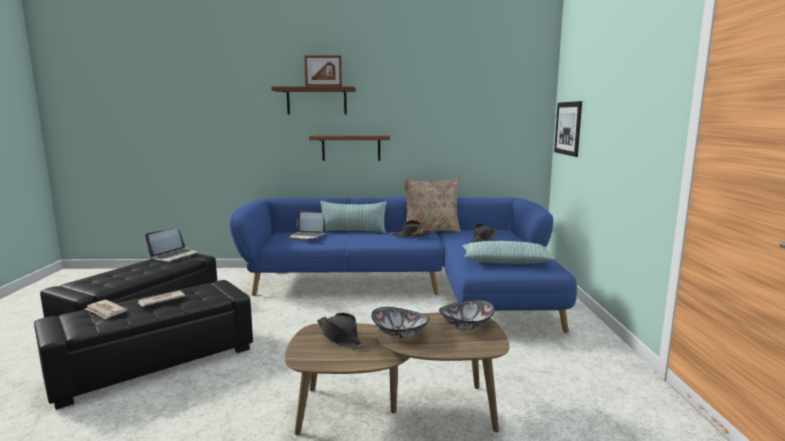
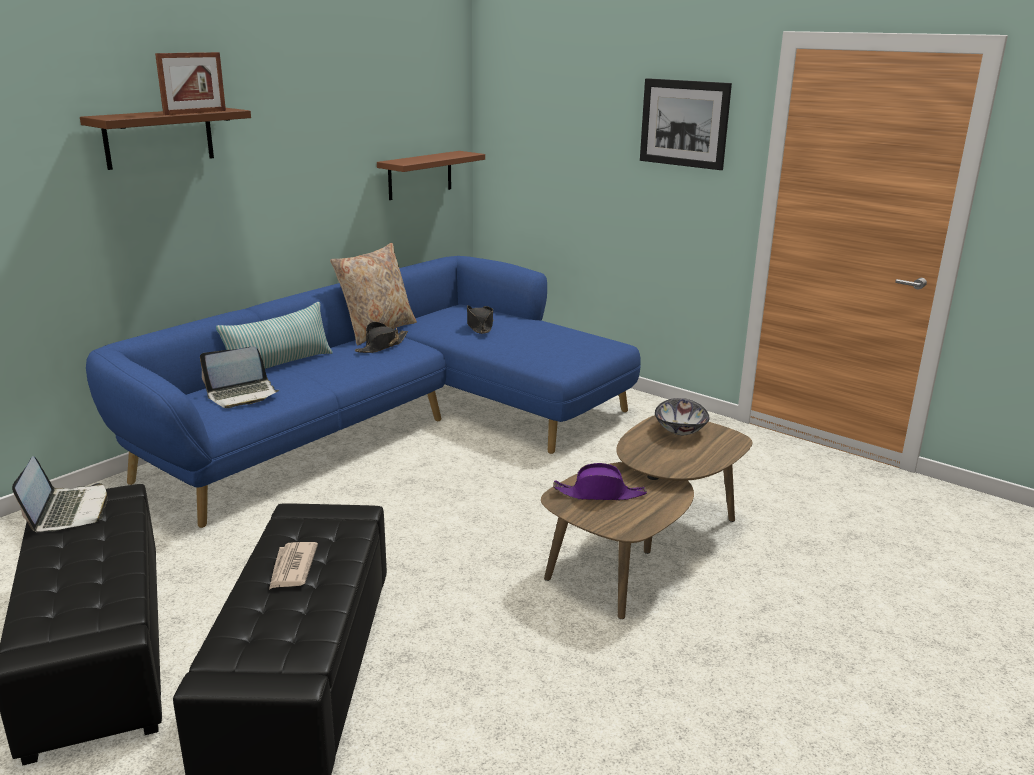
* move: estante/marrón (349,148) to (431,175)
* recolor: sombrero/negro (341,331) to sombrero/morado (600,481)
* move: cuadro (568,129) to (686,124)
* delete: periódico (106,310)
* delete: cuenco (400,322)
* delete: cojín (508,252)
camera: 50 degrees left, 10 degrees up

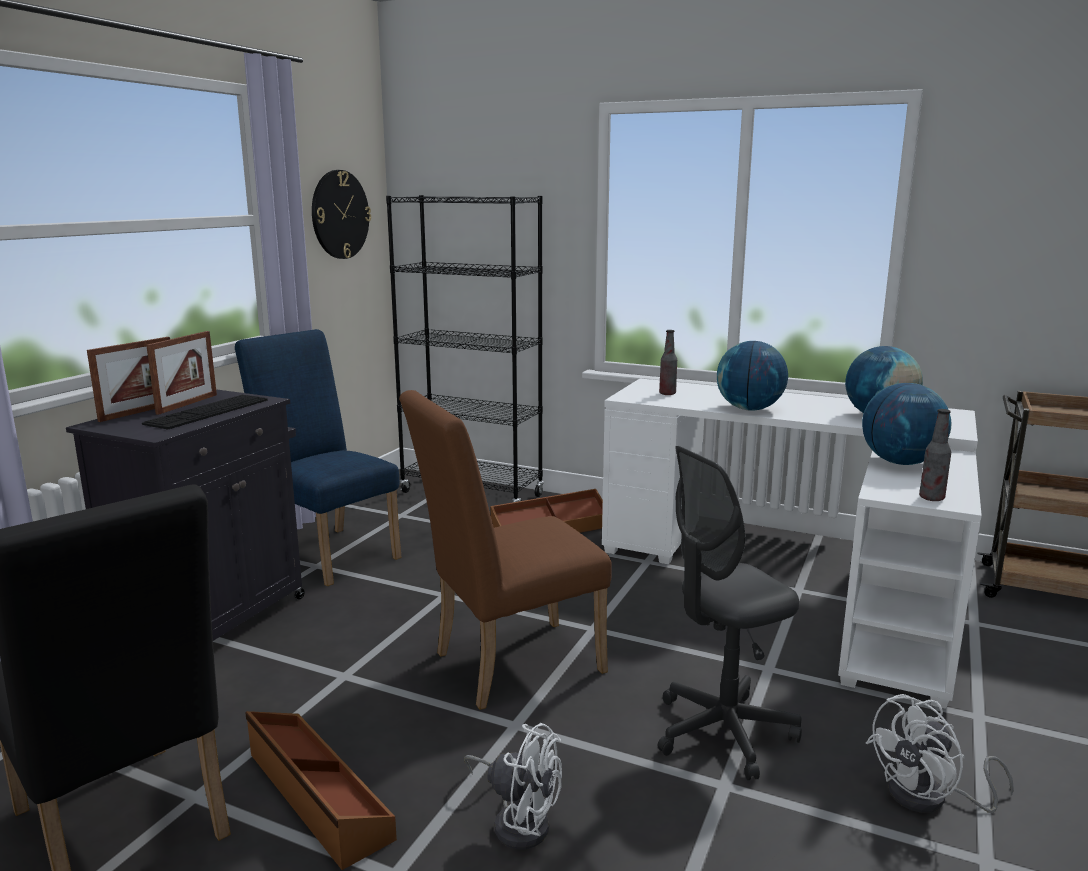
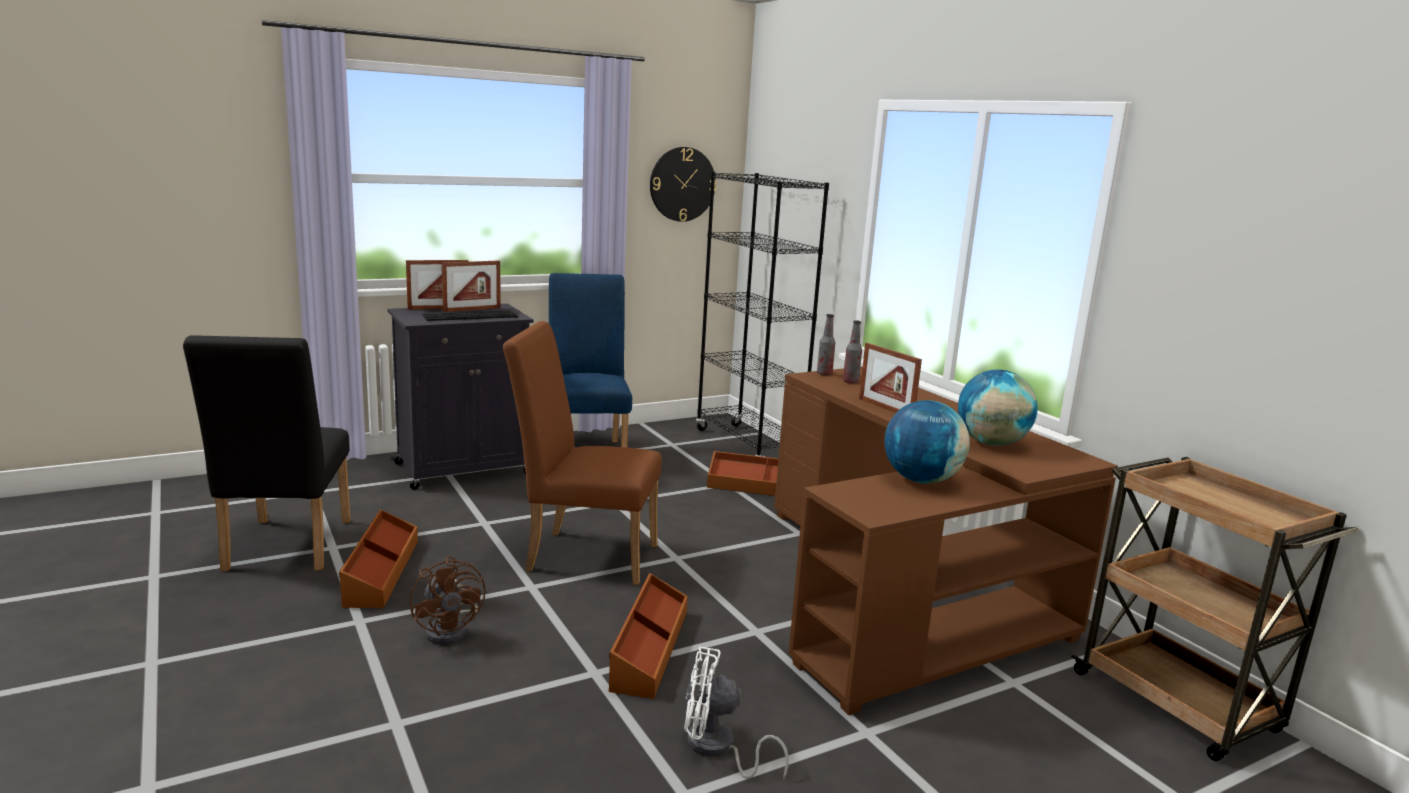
* recolor: ventilador/blanco (513,786) to ventilador/marrón (448,600)
* replace: silla de oficina/gris (730,613) to caja de almacenaje/marrón (648,636)
* recolor: escritorio/blanco (792,543) to escritorio/marrón (946,541)
* move: botella (935,455) to (826,344)
* replace: globo terráqueo (752,376) to portarretratos (890,378)
camera: 35 degrees right, 0 degrees up

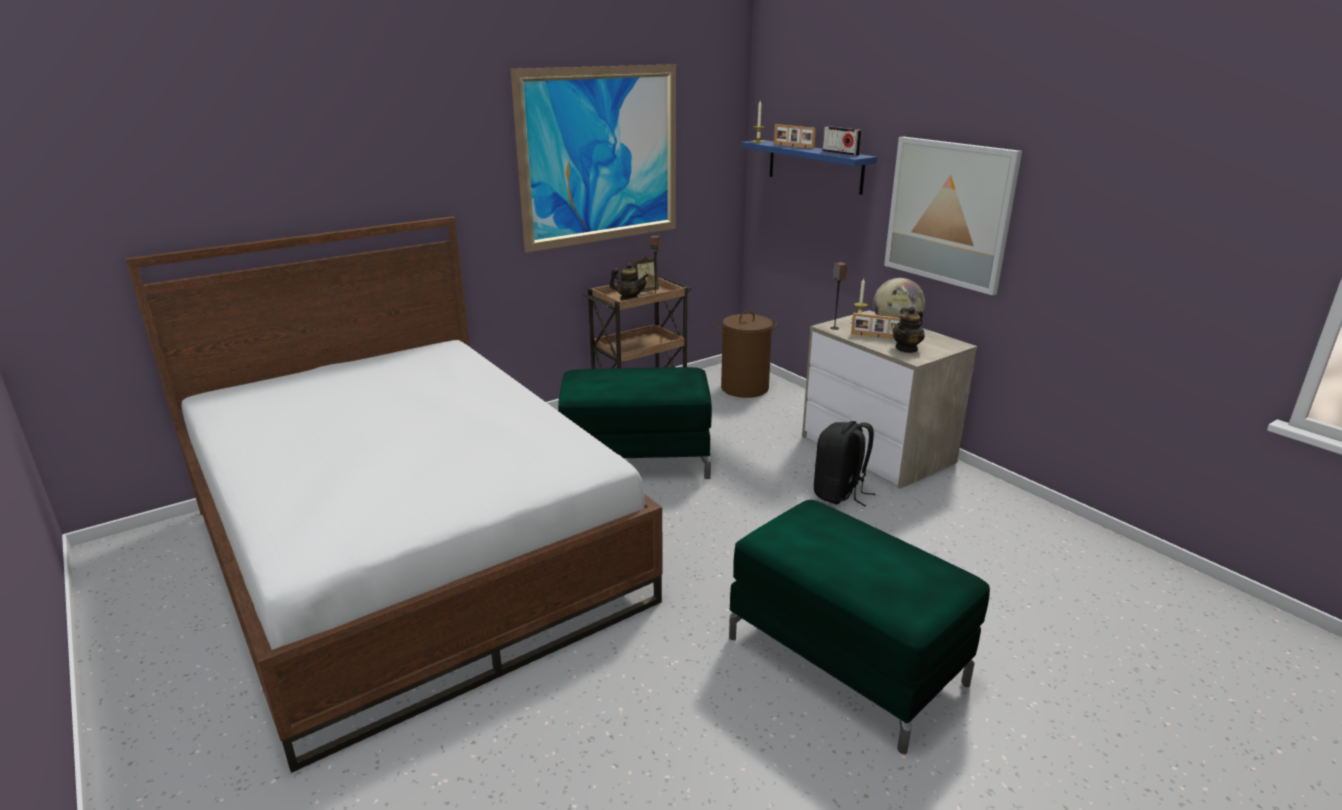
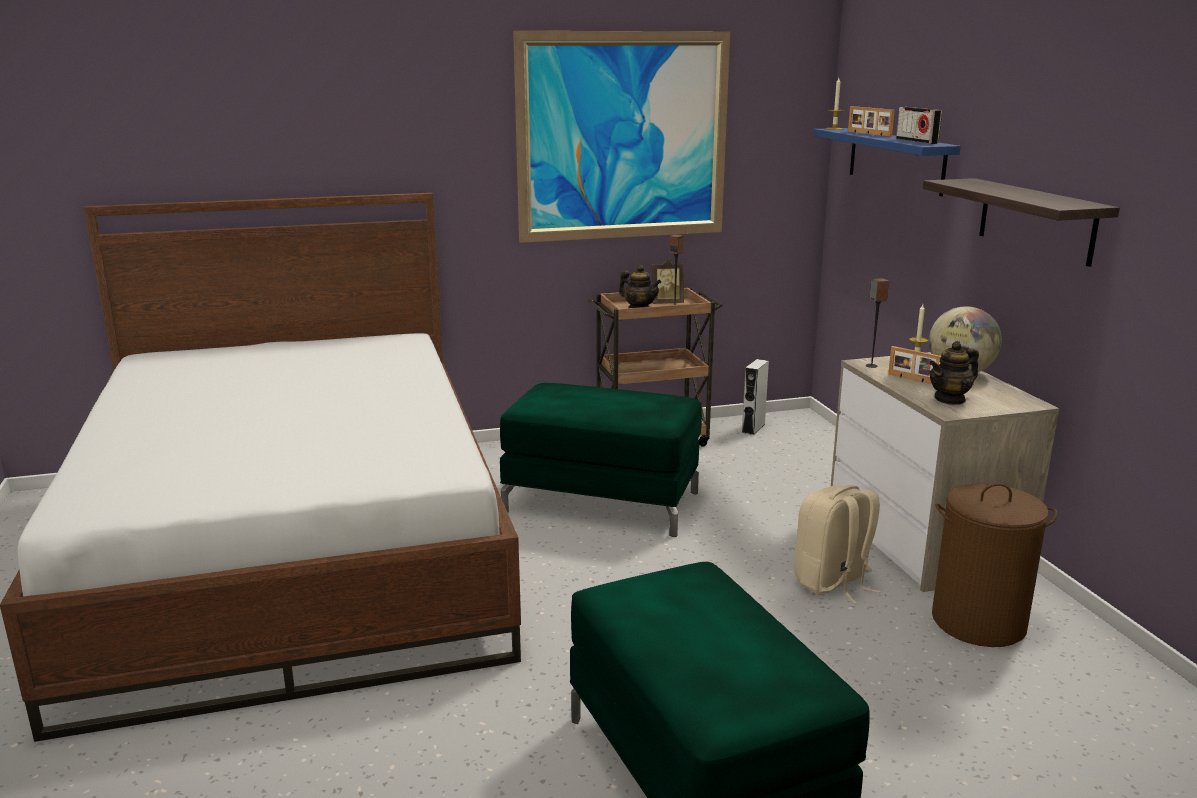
* insert: altavoz/gris (755,397)
* recolor: mochila/negro (845,464) to mochila/beis (837,544)
* replace: cuadro (953,216) to estante (1021,222)
* move: cesto de la ropa/marrón (747,354) to (994,565)
camera: 20 degrees right, 5 degrees down

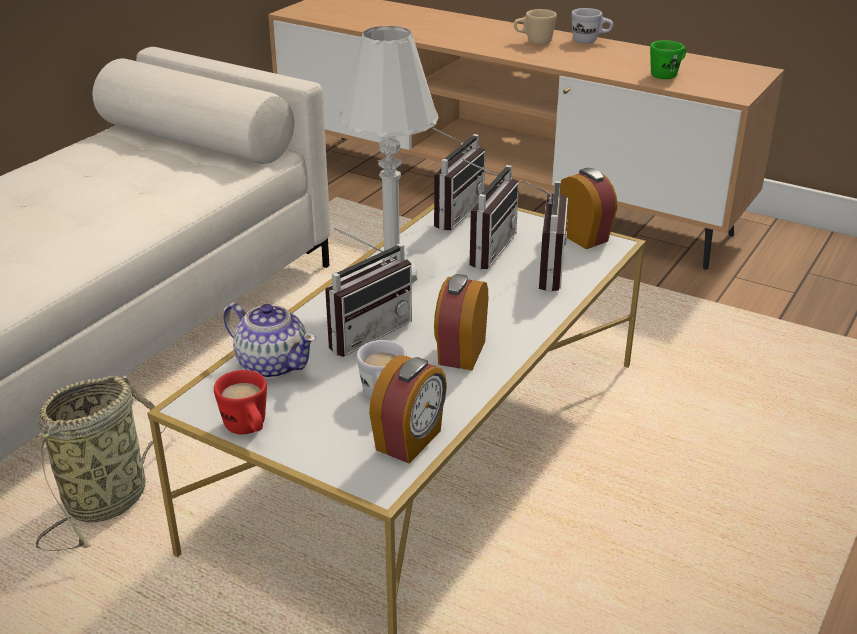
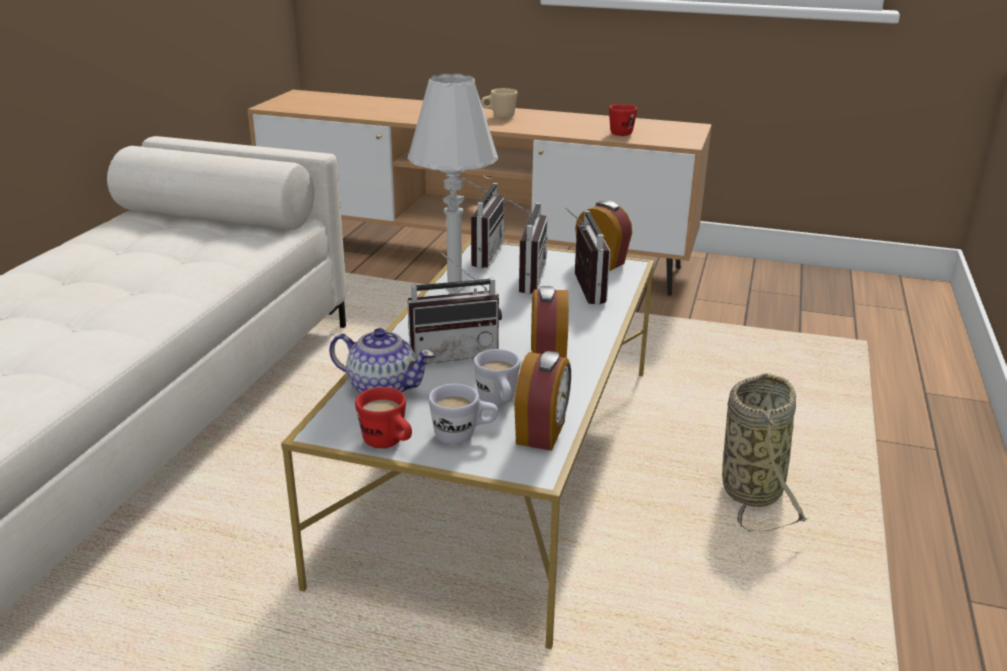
* rotate: radio (368,292) = (454,306) 45 degrees clockwise
* move: taza grande/blanco (592,26) to (463,414)
* recolor: taza grande/verde (668,59) to taza grande/rojo (623,120)
* move: cesta (101,463) to (765,452)
camera: 15 degrees left, 5 degrees down

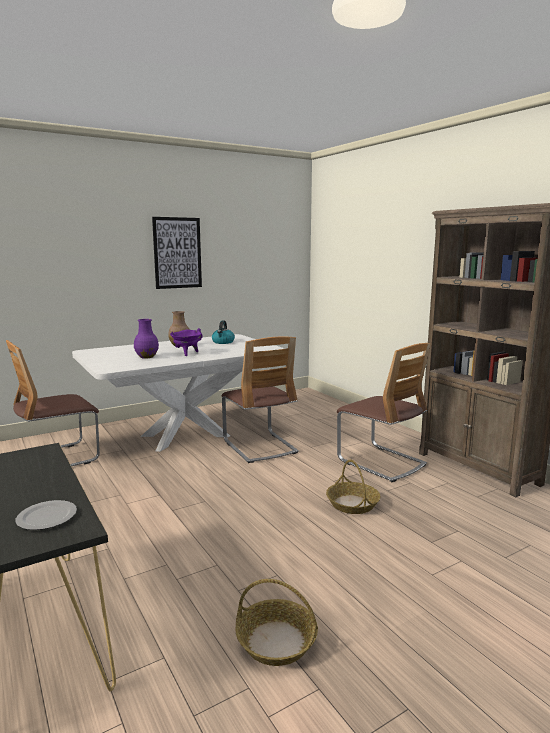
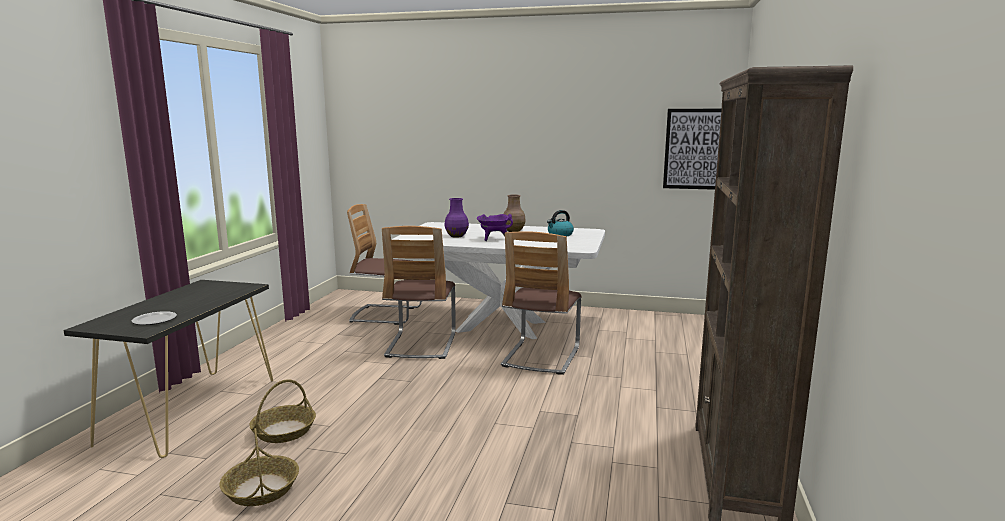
* move: cesta (353,487) to (282,411)
* move: silla (384,412) to (419,292)
* move: cuadro (177,253) to (692,149)
camera: 45 degrees right, 0 degrees up

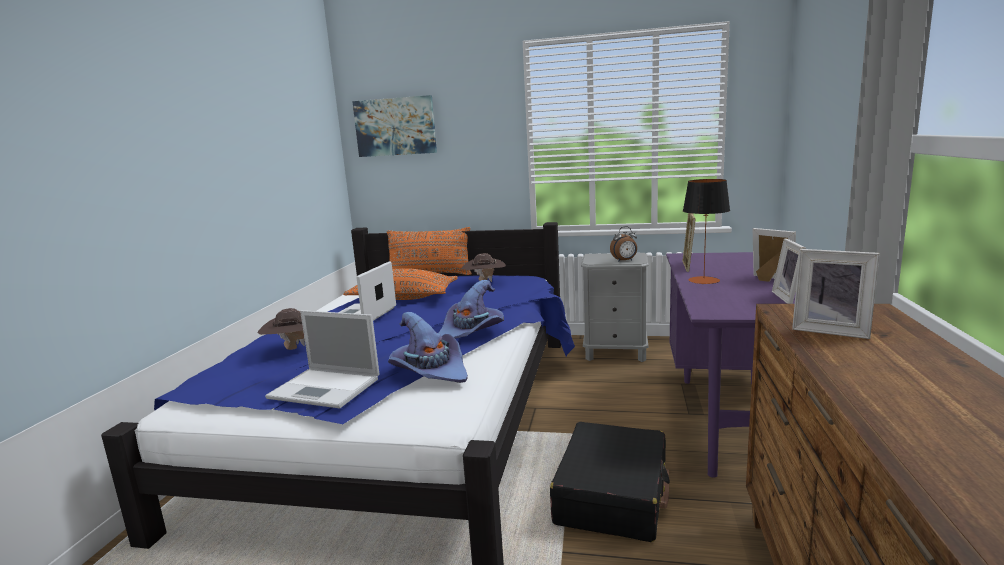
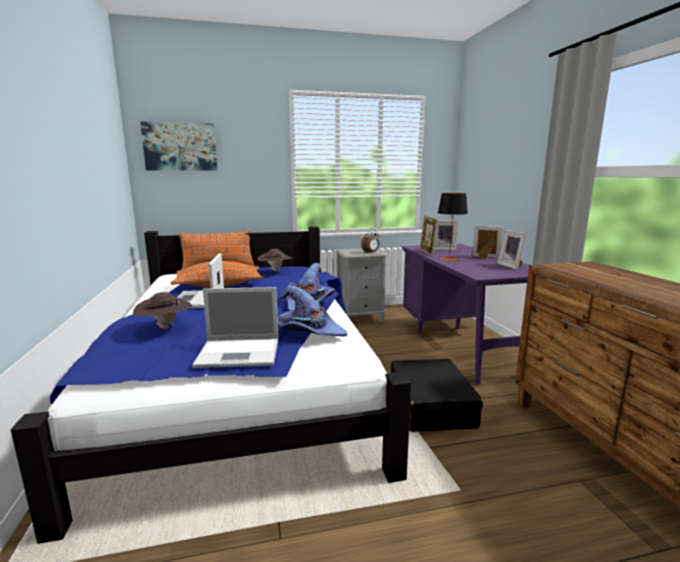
* move: portarretratos (836,294) to (446,235)
camera: 25 degrees left, 0 degrees up

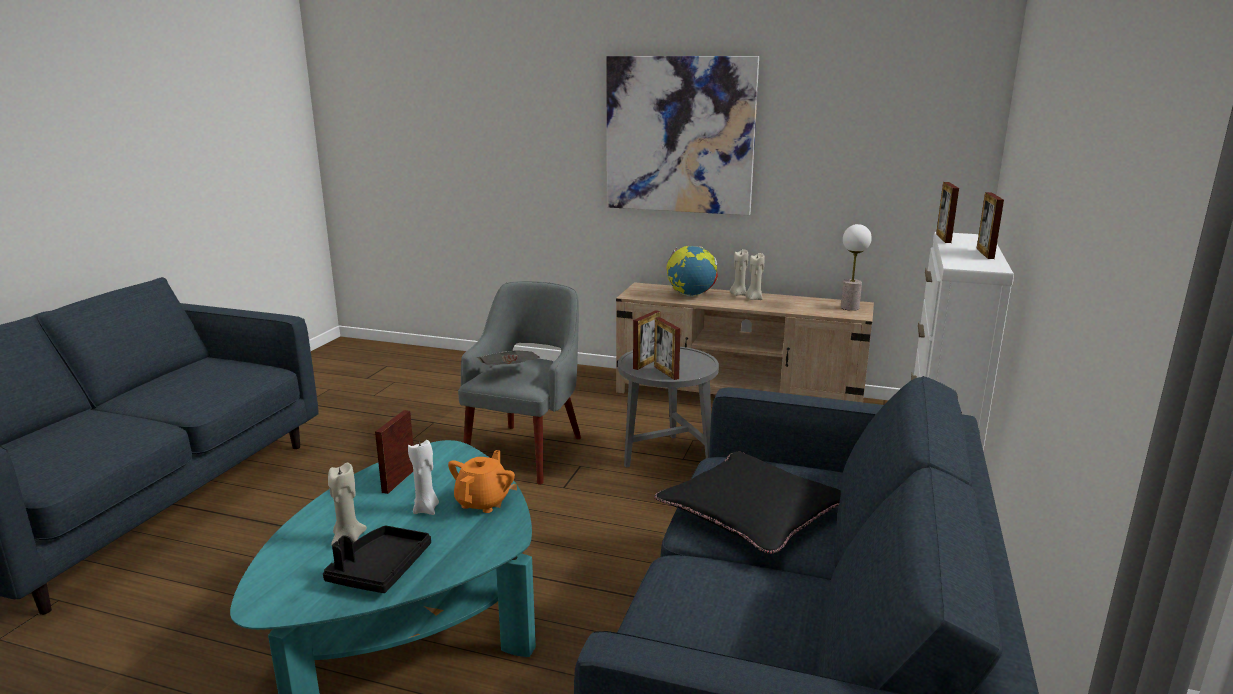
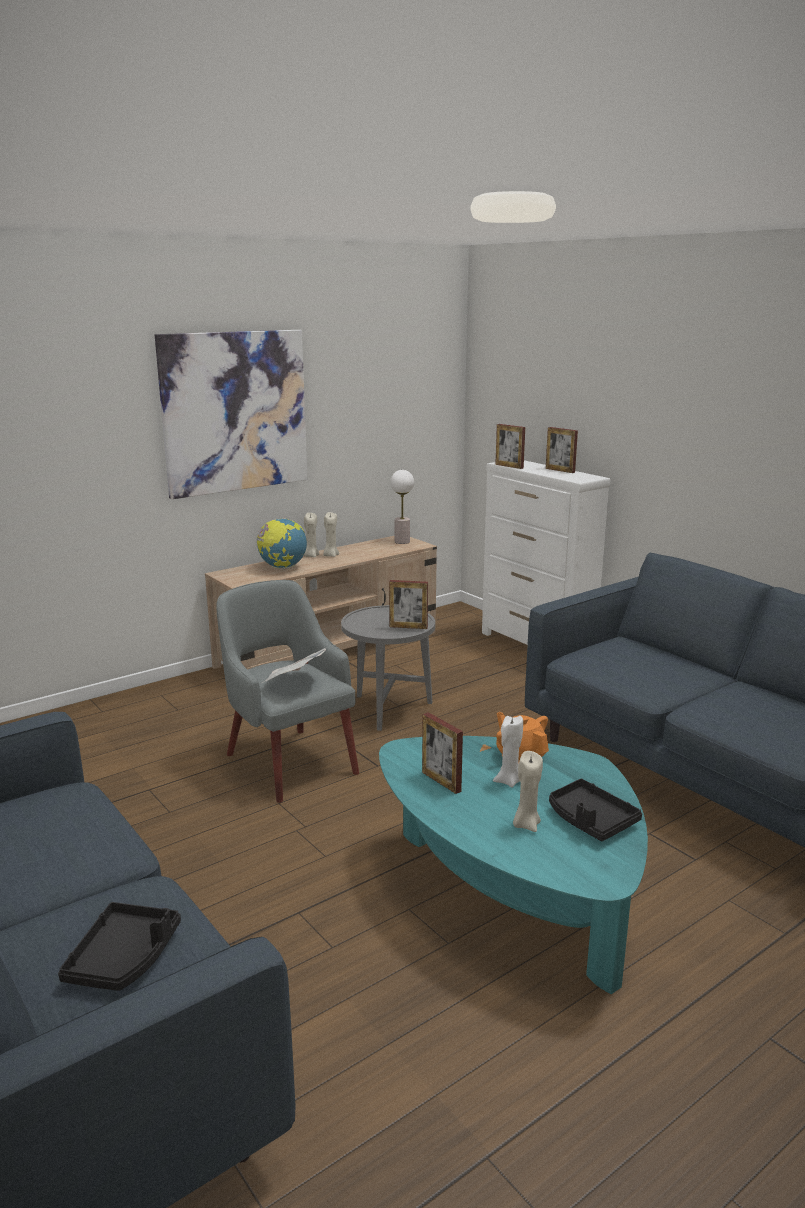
* insert: bandeja/negro (119,946)
* delete: portarretratos (647,340)
* delete: cojín/negro (747,503)
camera: 55 degrees left, 0 degrees up

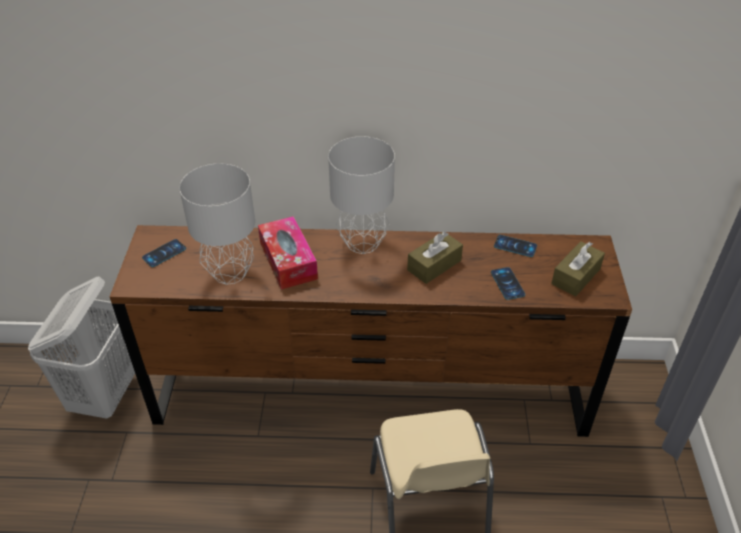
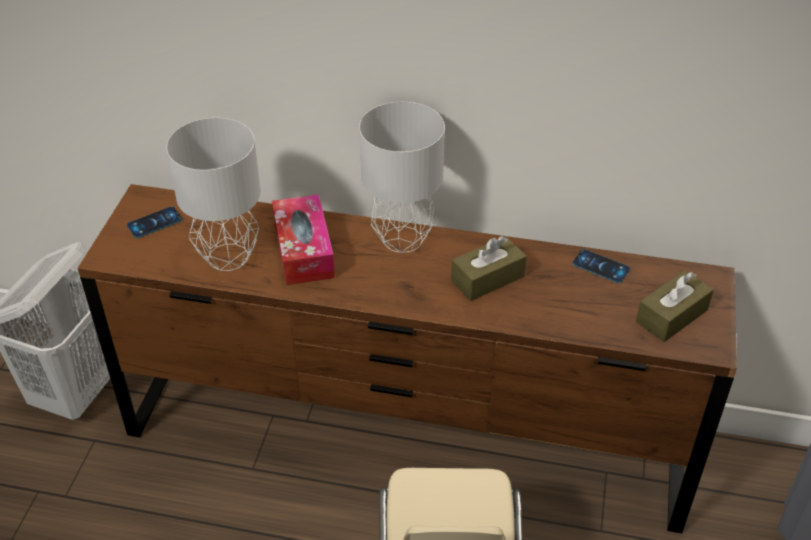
* delete: móvil (508,283)
camera: 10 degrees right, 0 degrees up

